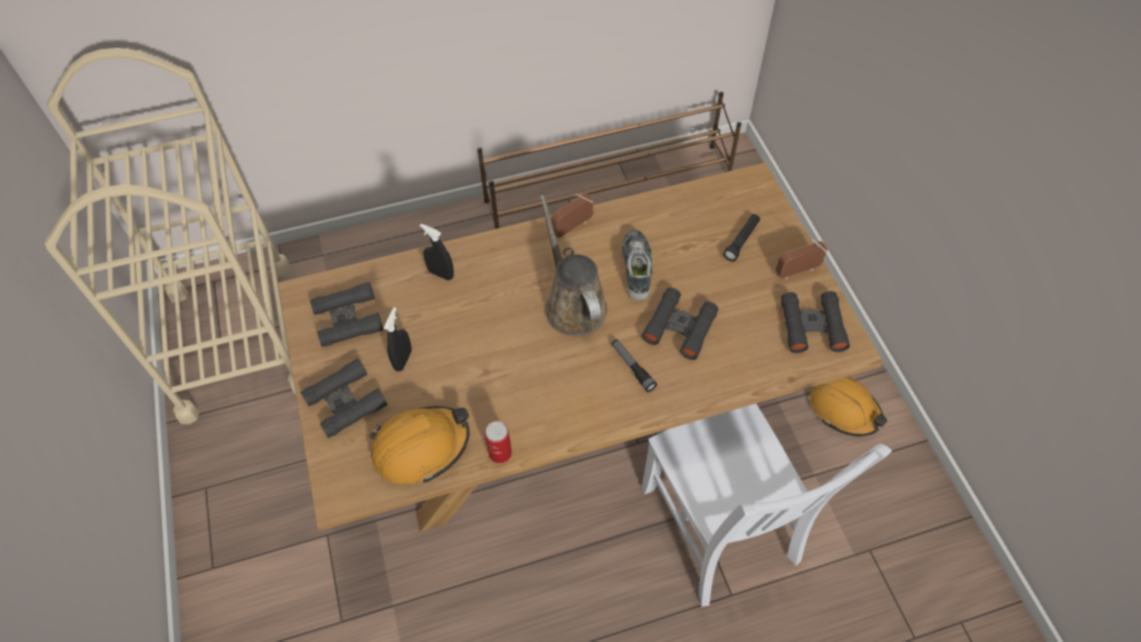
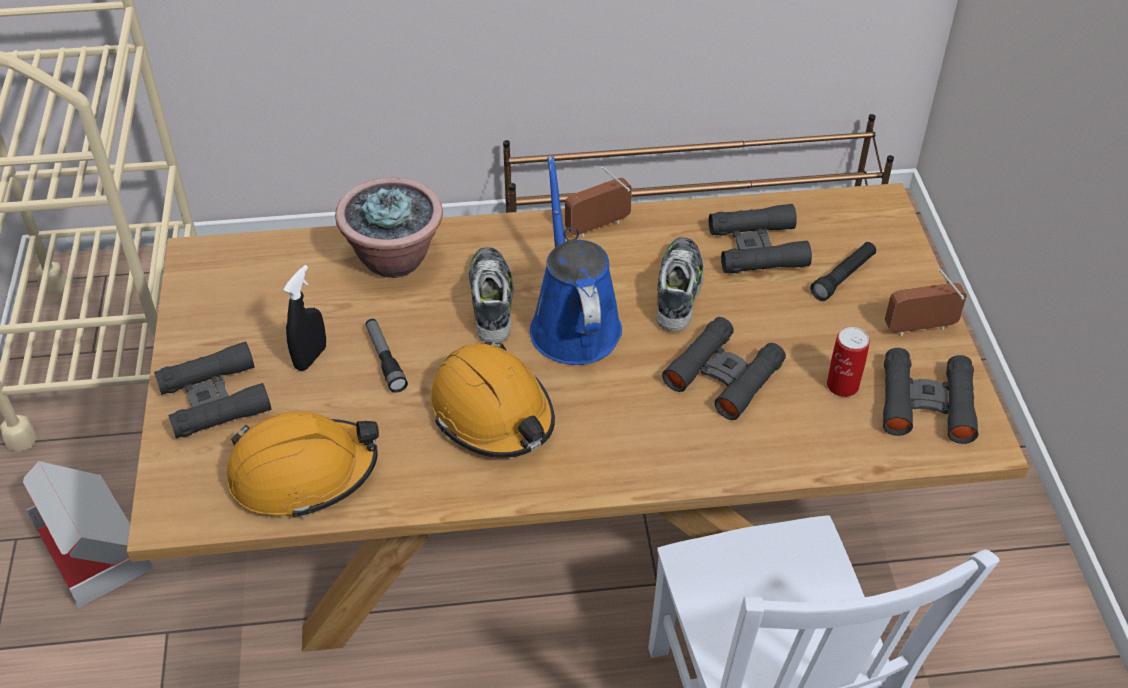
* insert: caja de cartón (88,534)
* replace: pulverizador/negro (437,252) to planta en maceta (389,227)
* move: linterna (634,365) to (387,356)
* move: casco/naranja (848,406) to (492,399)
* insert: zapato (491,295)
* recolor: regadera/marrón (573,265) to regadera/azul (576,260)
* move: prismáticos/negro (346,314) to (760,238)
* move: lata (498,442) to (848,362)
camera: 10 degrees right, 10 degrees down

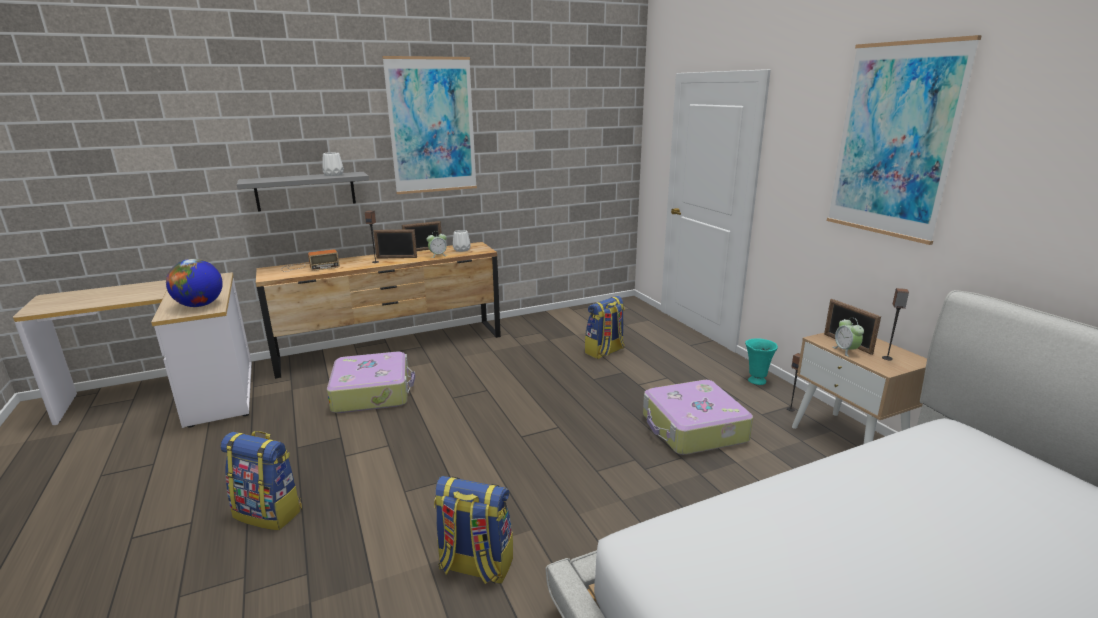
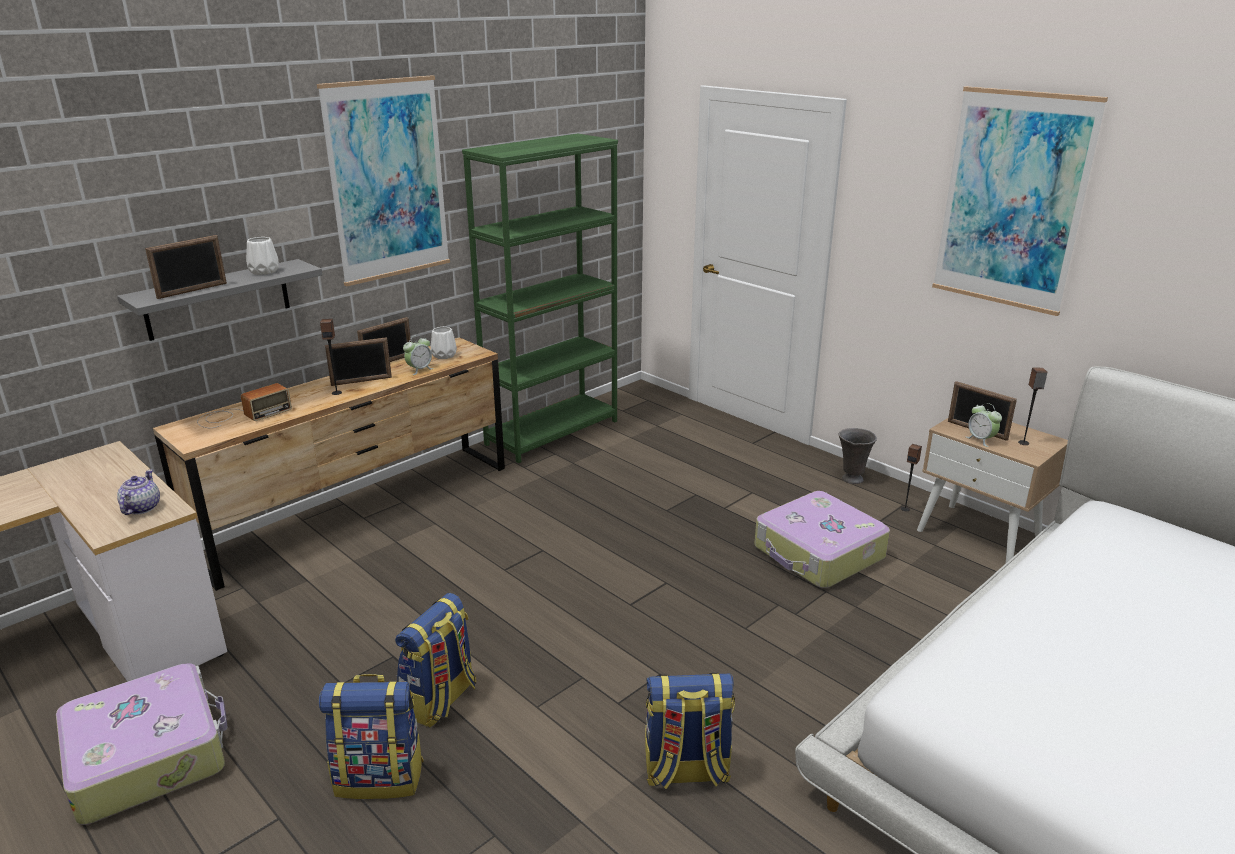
* move: maleta (371,382) to (141,744)
* replace: globo terráqueo (194,283) to tetera (138,492)
* insert: portarretratos (186,267)
* move: mochila (605,327) to (436,660)
* insert: estantería/verde (540,298)
* recolor: florero/turquesa (761,361) to florero/gris (858,456)
camera: 20 degrees left, 5 degrees up

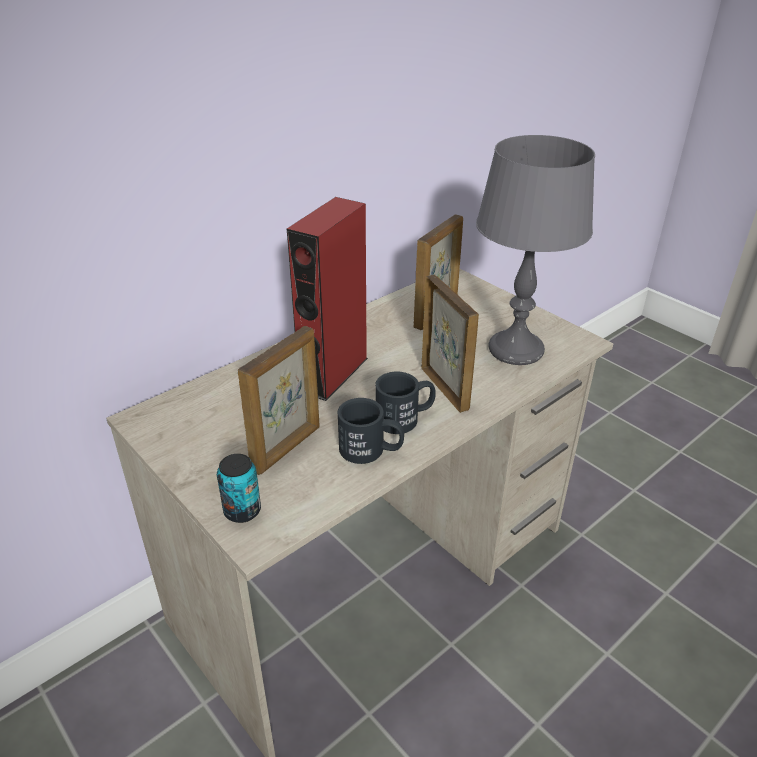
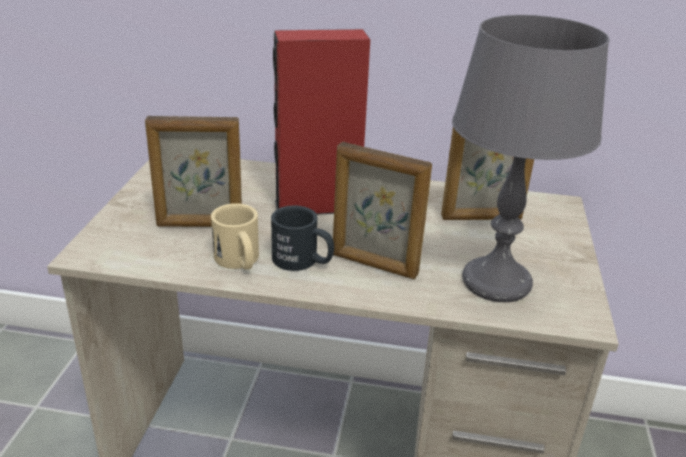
* recolor: taza grande/negro (371,431) to taza grande/beis (235,236)
* rotate: portarretratos (450,344) = (382,211) 90 degrees clockwise
* delete: lata (239,488)
camera: 50 degrees right, 5 degrees down

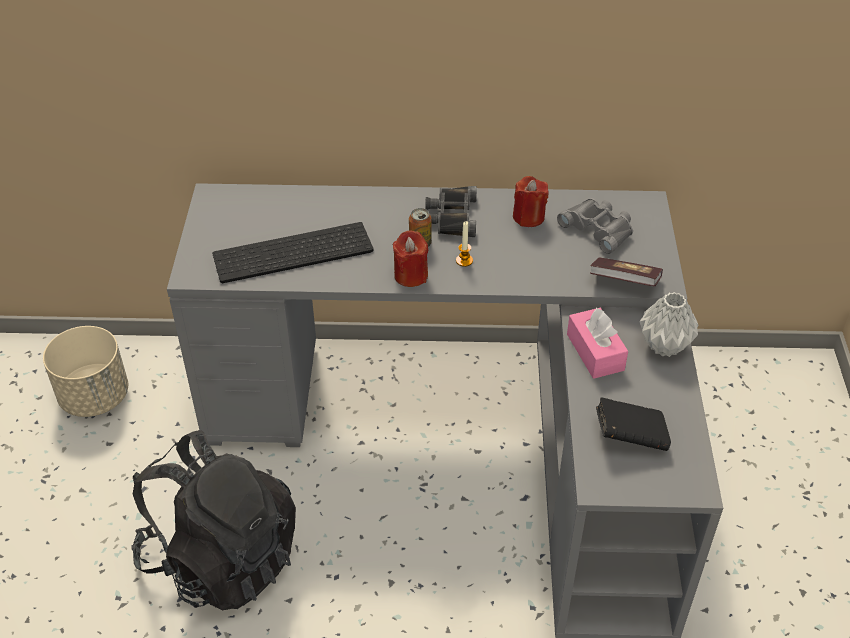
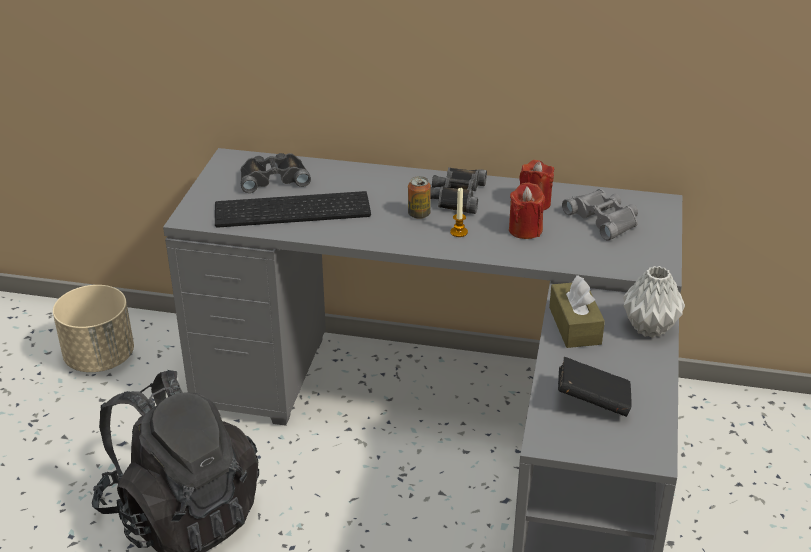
* insert: prismáticos/negro (276,173)
* move: vela/rojo (410,258) to (527,210)
* recolor: caja de pañuelos/rosa (597,343) to caja de pañuelos/marrón (577,311)
* delete: libro (626,272)
camera: 10 degrees right, 10 degrees down

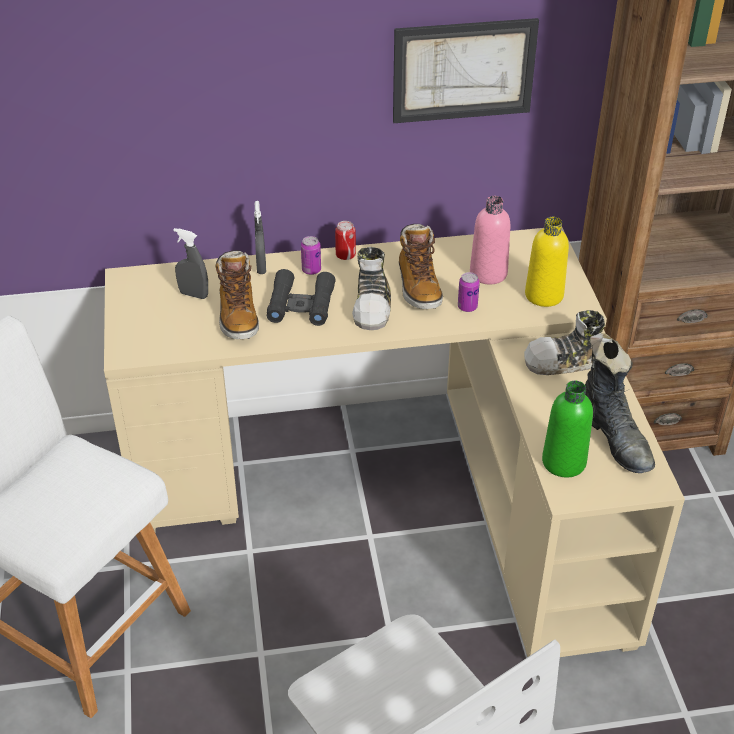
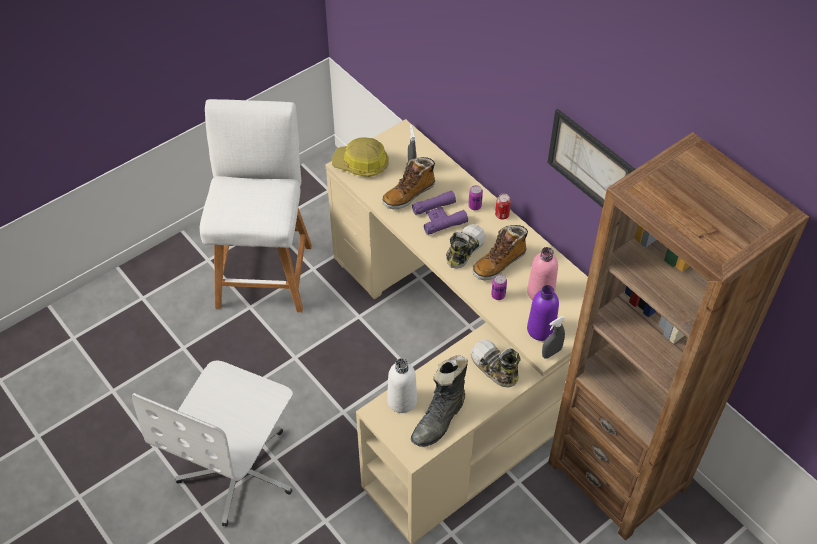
* insert: casco (360,157)
* recolor: botella/verde (567,429) to botella/blanco (402,385)
* recolor: prismáticos/negro (301,297) to prismáticos/morado (440,213)
* rotate: zapato (371,288) = (466,246) 150 degrees clockwise
* recolor: botella/amarillo (547,262) to botella/morado (543,313)
* move: pulverizador/gris (260,237) to (553,337)
camera: 60 degrees right, 10 degrees up

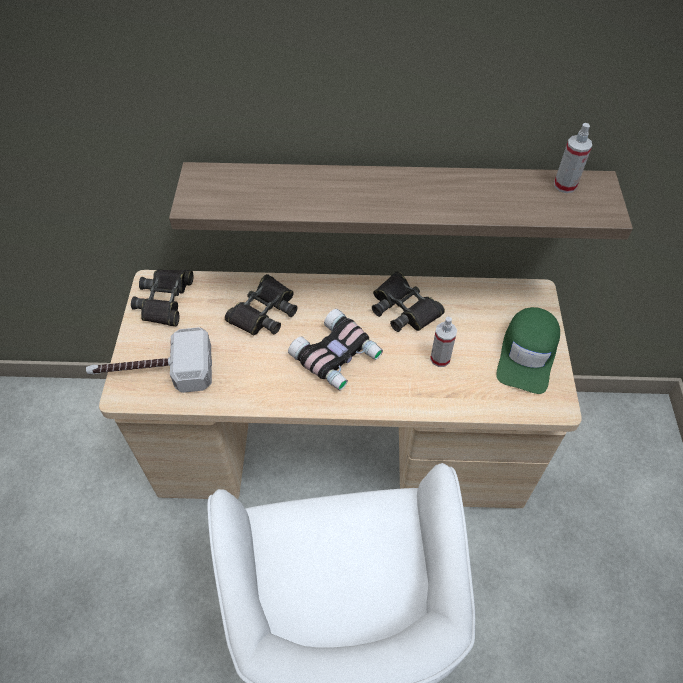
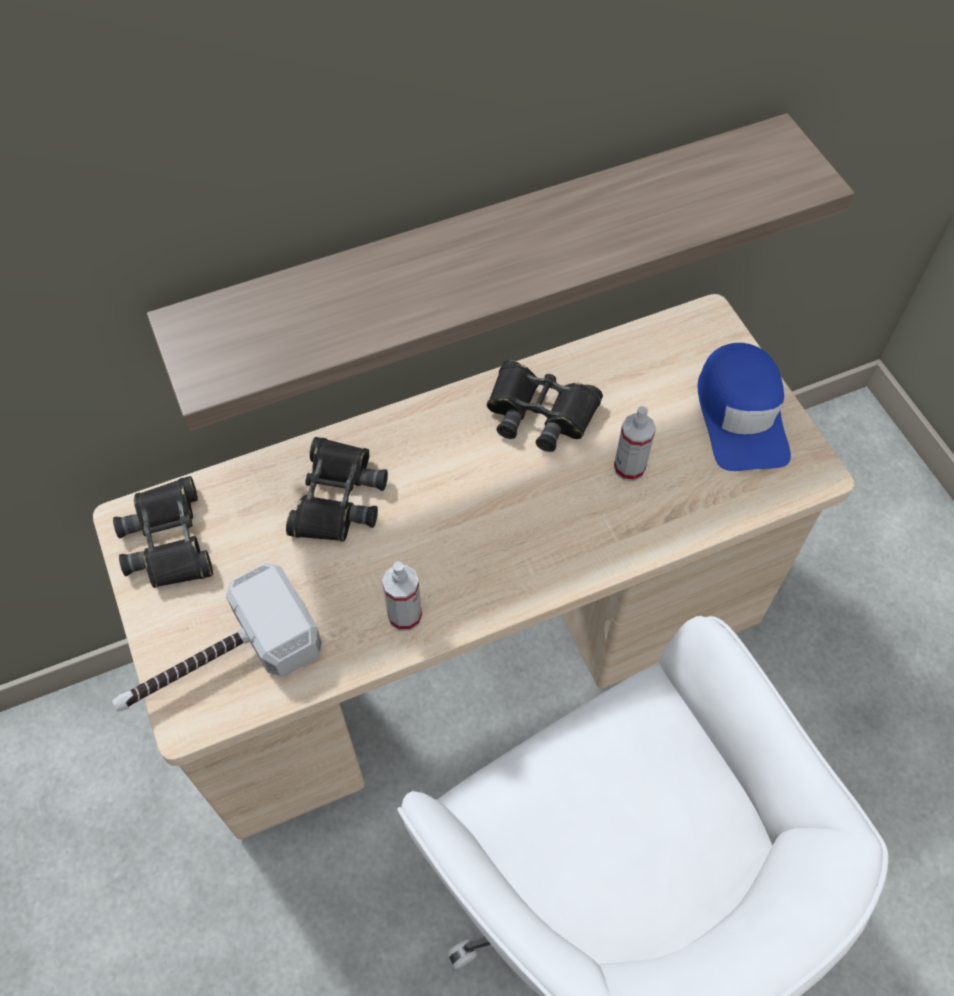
* move: pulverizador (573,158) to (402,596)
* recolor: gorra/verde (528,350) to gorra/azul (744,407)
* delete: prismáticos (335,349)
camera: 25 degrees left, 5 degrees up

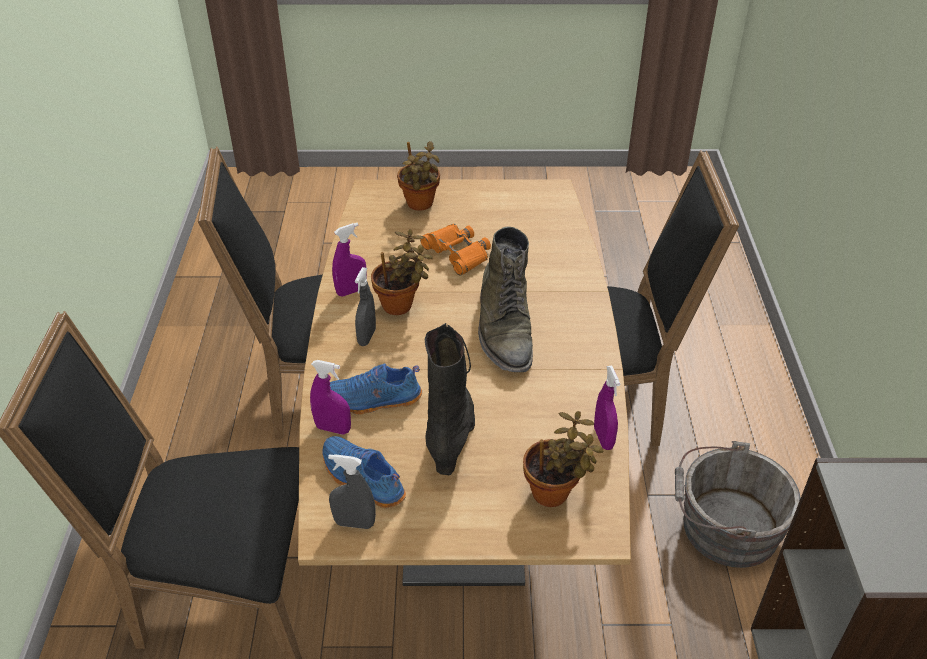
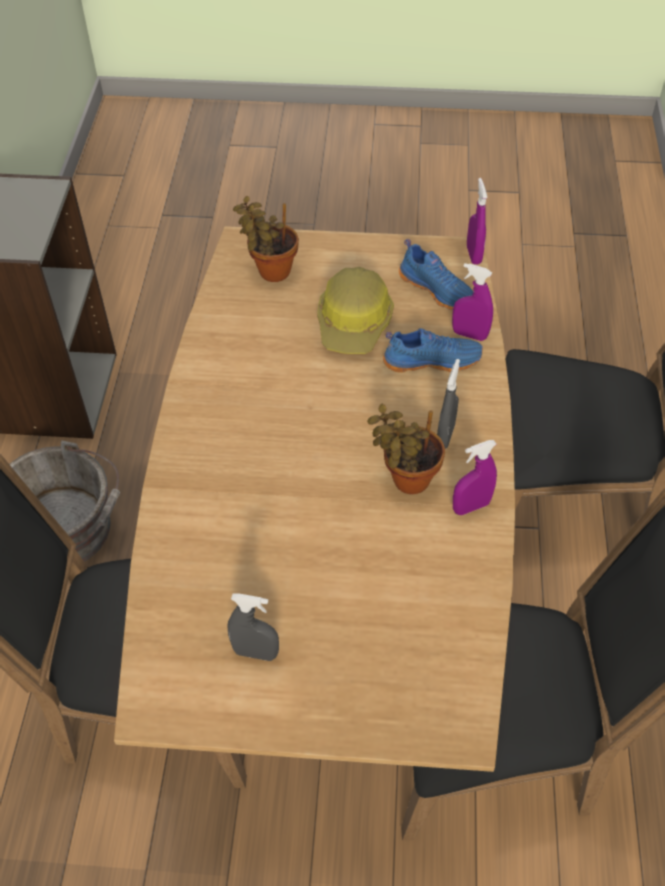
* move: pulverizador/gris (352,491) to (253,627)
* replace: bota/negro (450,399) to casco (355,310)
* move: pulverizador/morado (607,408) to (477,221)
* delete: planta en maceta (418,176)
* delete: prismáticos/naranja (455,250)
* delete: bota/verde (505,299)
camera: 175 degrees left, 10 degrees up

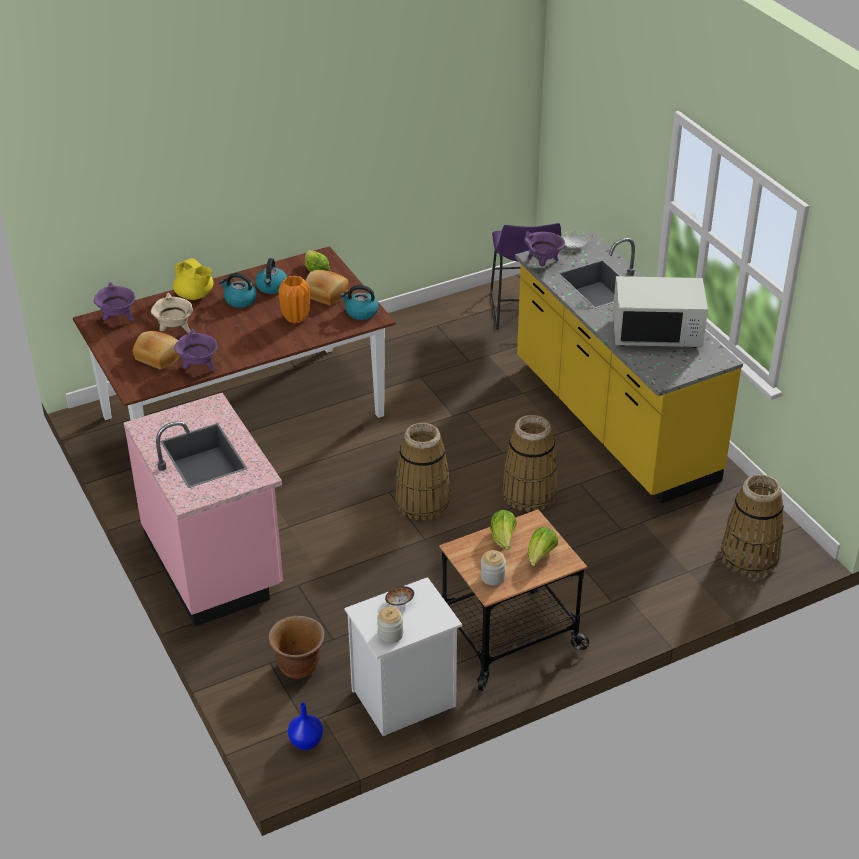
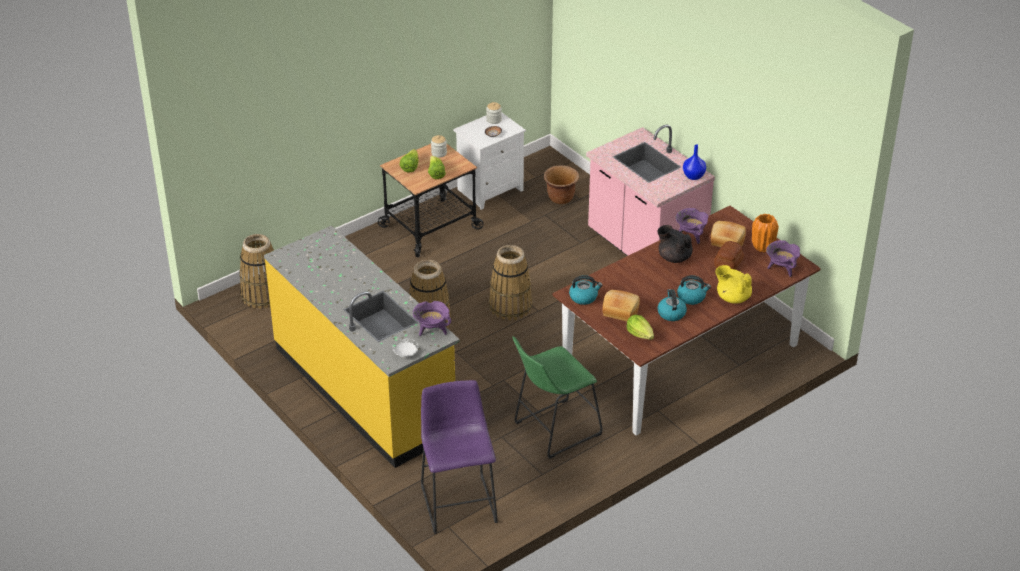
* insert: taburete/verde (557,397)
* insert: tetera/negro (675,244)
* move: florero/azul (305,726) to (694,162)
* replace: olla/beis (172,313) to pan (729,255)
* move: florero/naranja (294,299) to (765,233)
* delete: microondas/blanco (660,312)
camera: 170 degrees right, 0 degrees up

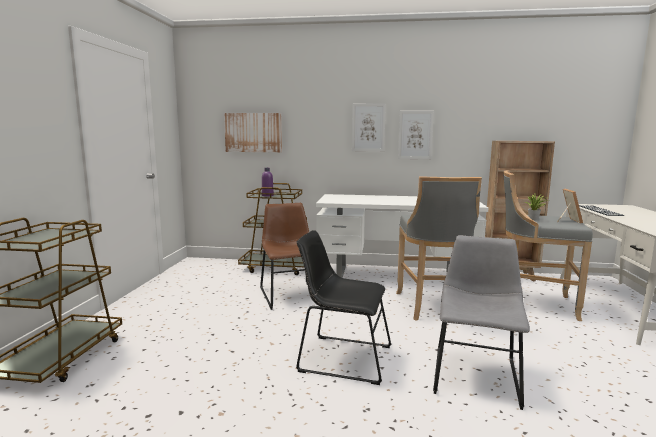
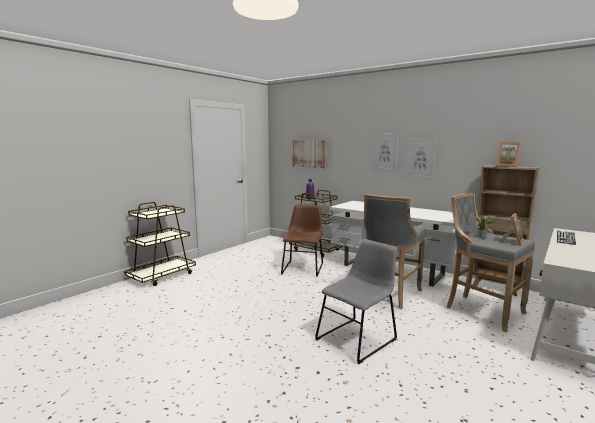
* insert: portarretratos (508,154)
* delete: silla/negro (343,307)
camera: 30 degrees right, 0 degrees up

